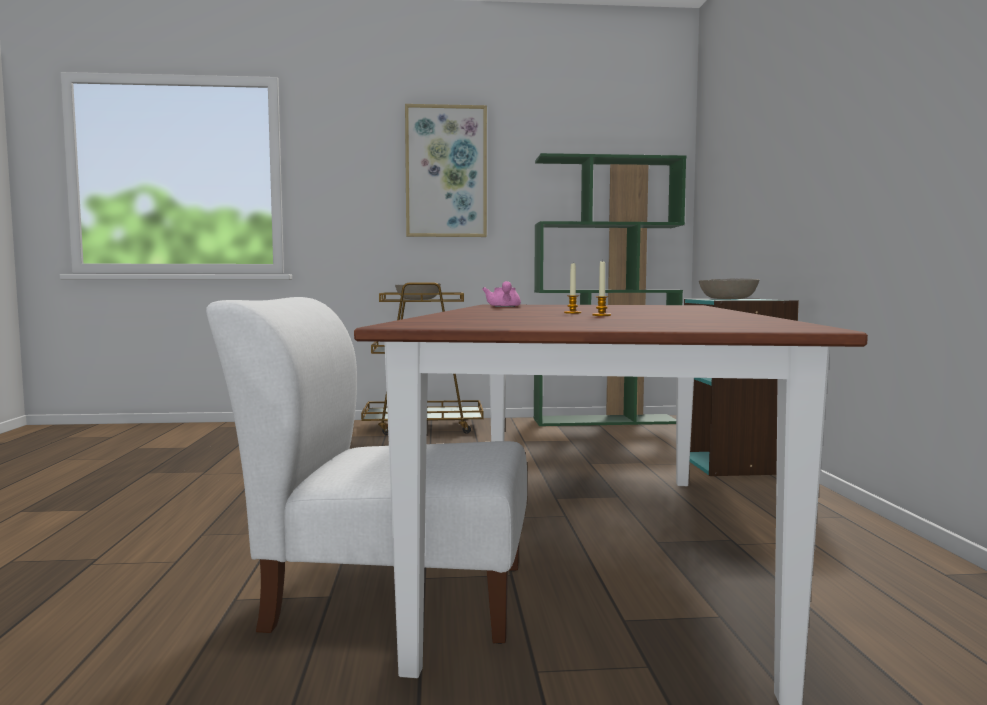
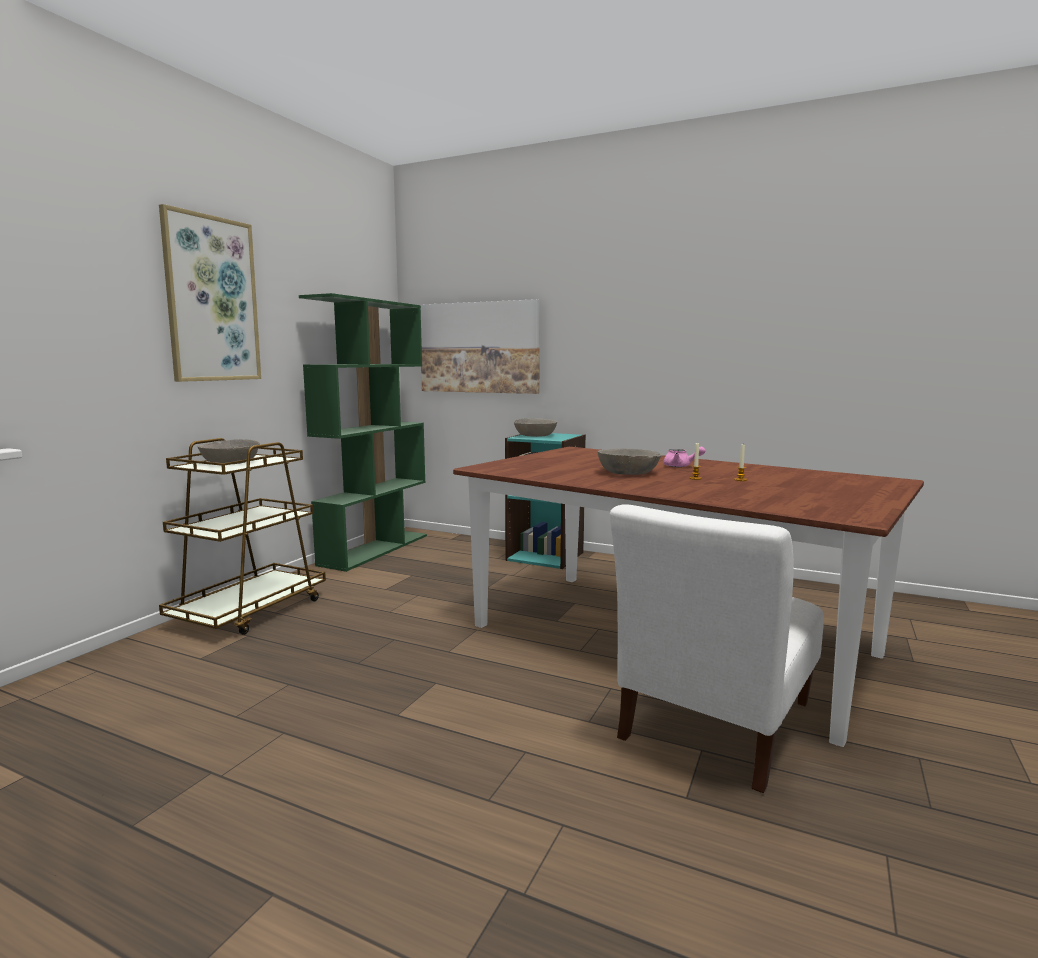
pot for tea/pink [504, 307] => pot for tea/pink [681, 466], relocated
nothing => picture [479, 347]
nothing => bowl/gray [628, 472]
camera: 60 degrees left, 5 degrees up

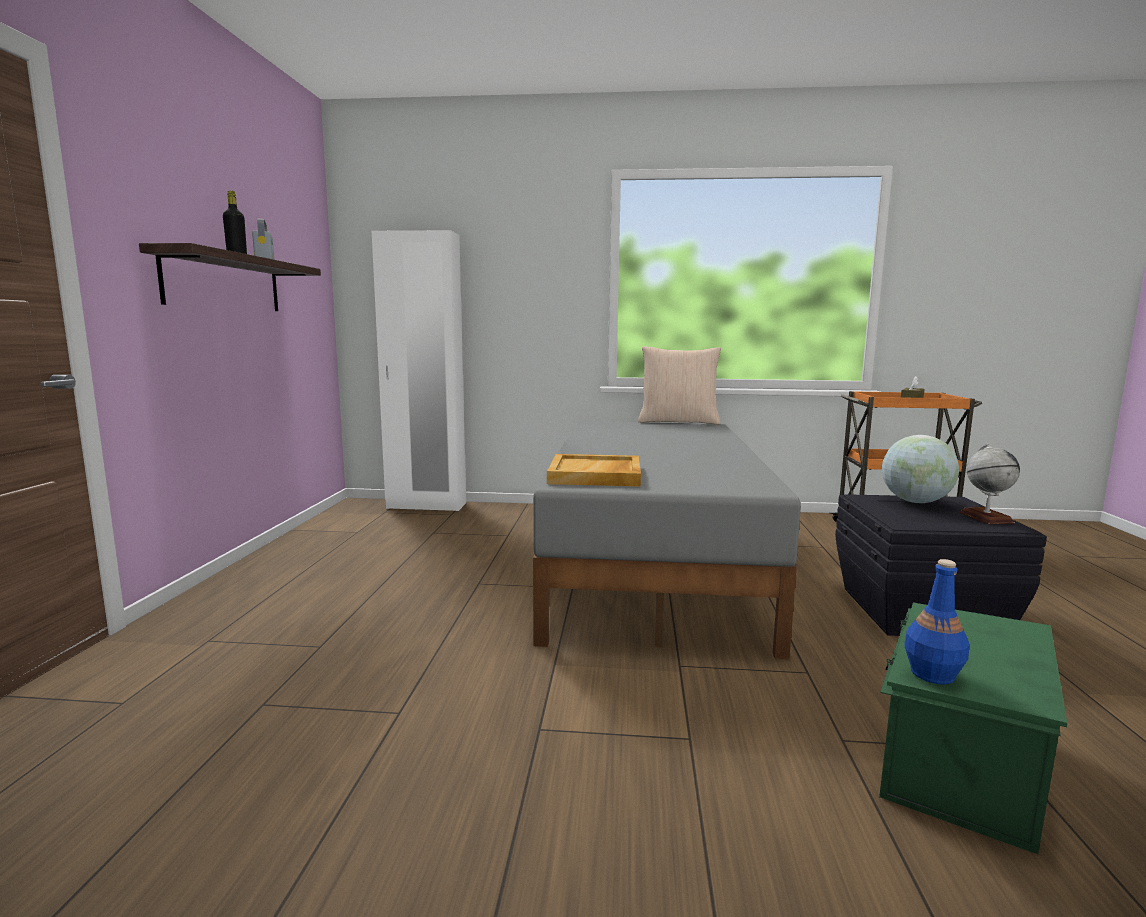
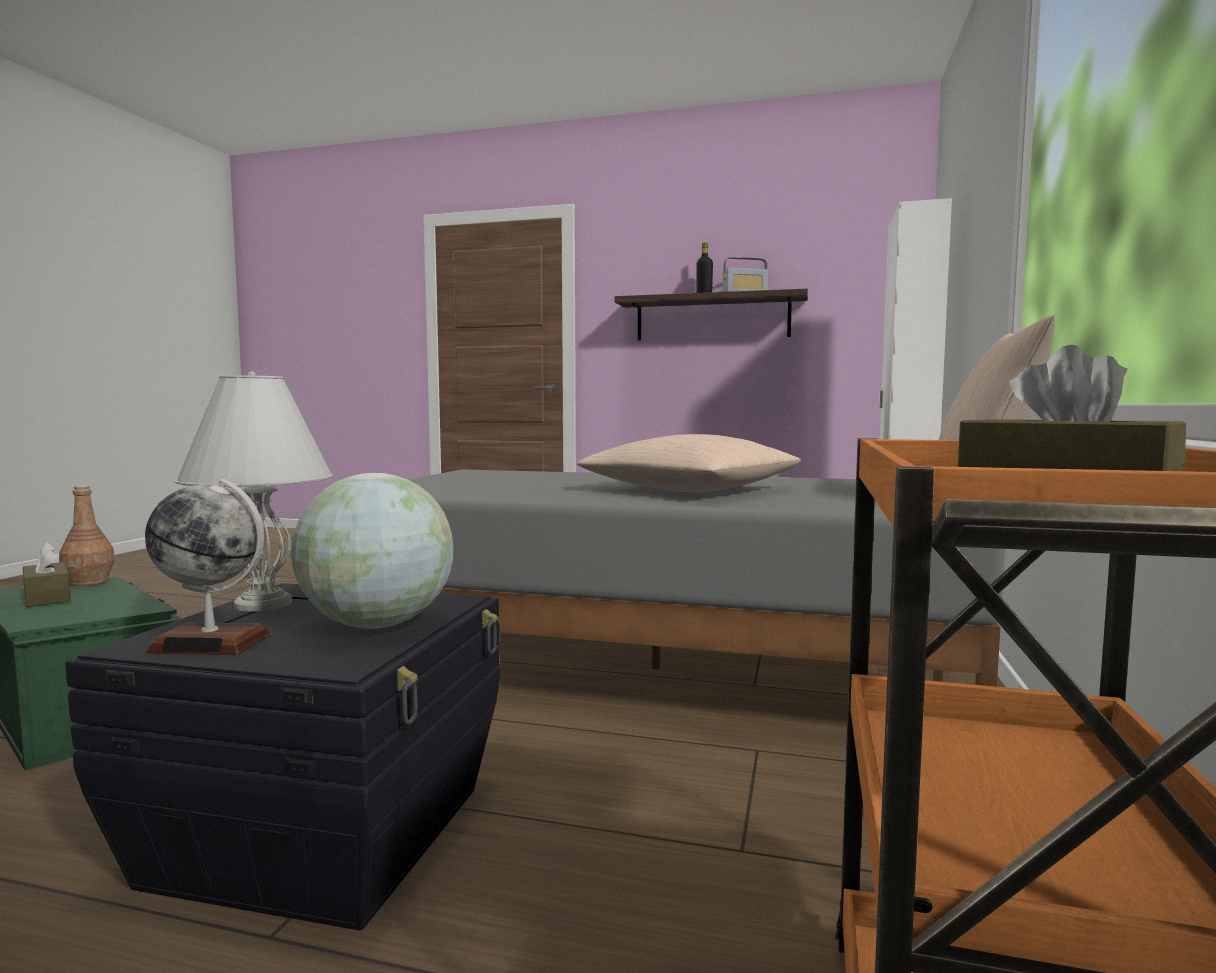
tray/beige-coloured [596, 475] => nothing
bottle/blue [931, 674] => bottle/brown-coloured [89, 582]
nothing => tissue box/brown-coloured [47, 597]
nothing => lamp for a table/white-coloured [264, 603]
nothing => throw pillow/beige-coloured [689, 490]
camera: 100 degrees right, 5 degrees down

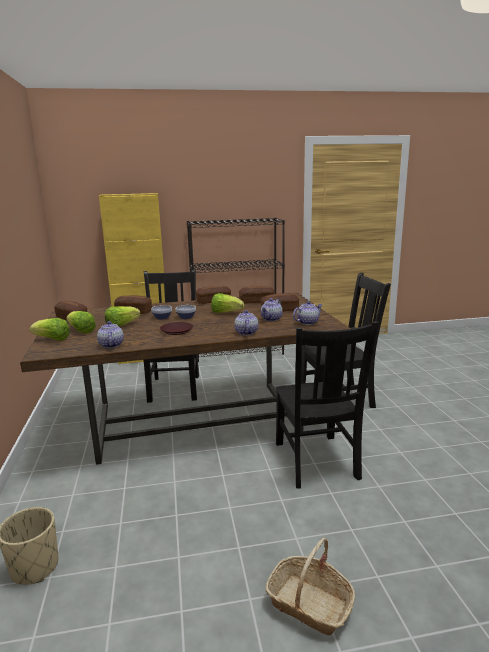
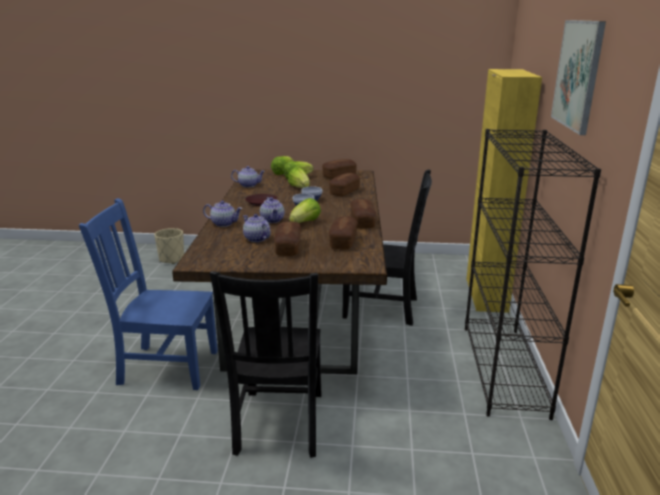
storage basket [309, 604] => nothing
upright chair/black-coloured [316, 462] => upright chair/blue [165, 366]
pot for tea [307, 322] => pot for tea [272, 220], relocated
nothing => picture [578, 74]
camera: 105 degrees right, 5 degrees up

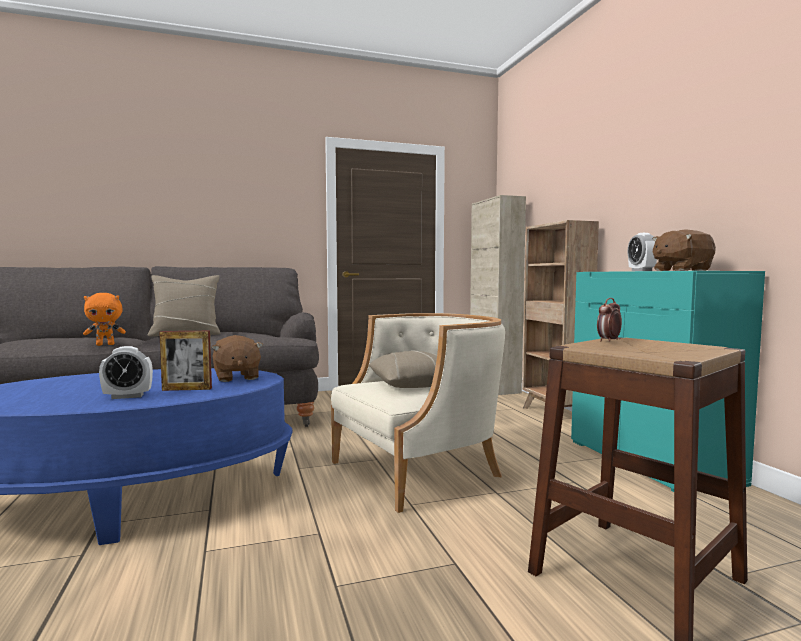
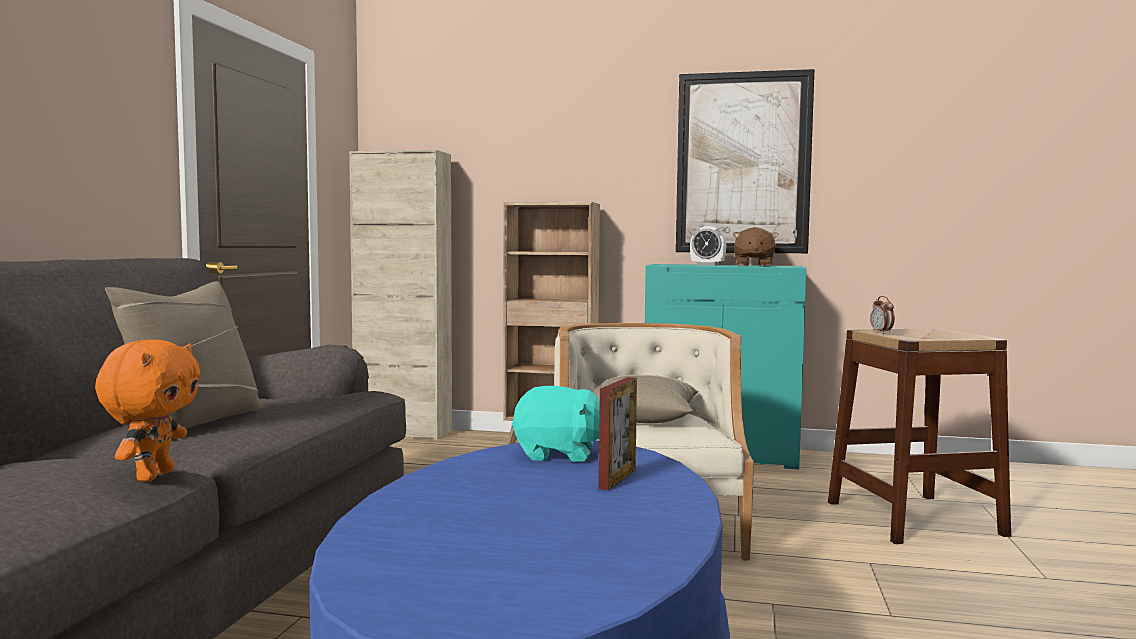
alarm clock [127, 396] => nothing
plush toy/brown-coloured [236, 377] => plush toy/blue-green [560, 455]
nothing => picture [743, 163]
camera: 60 degrees left, 0 degrees up

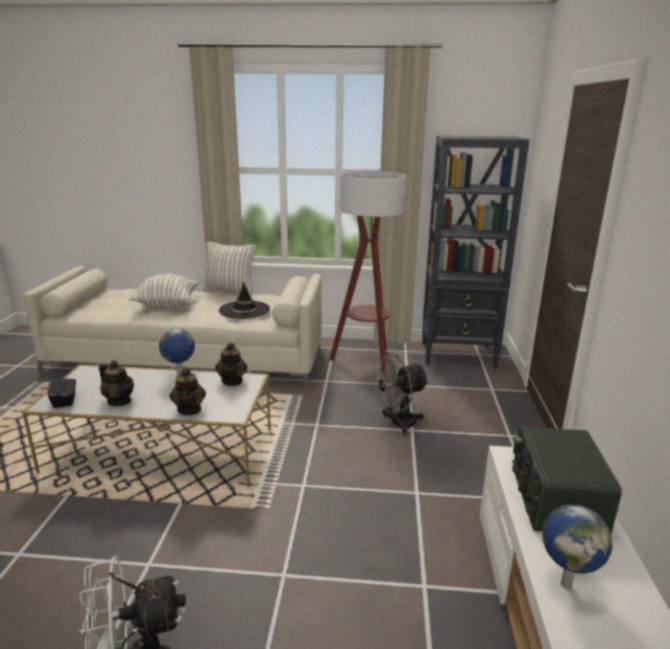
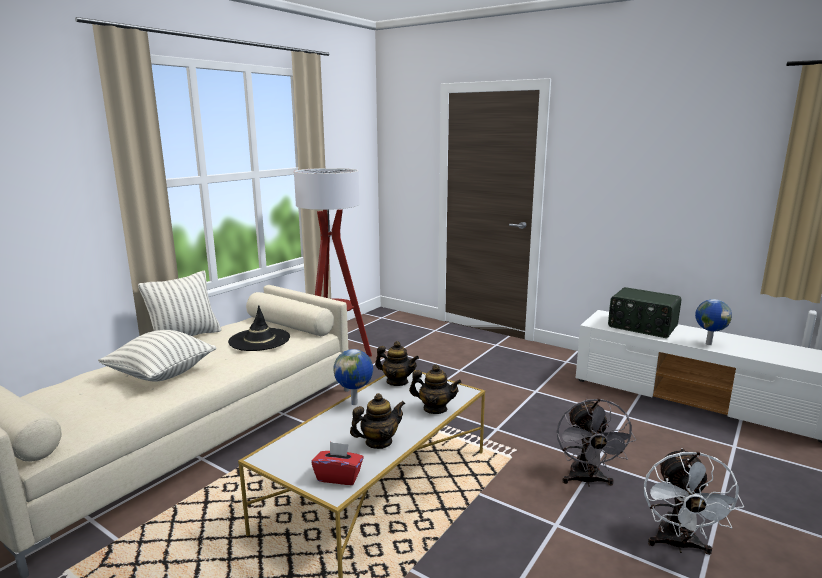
tissue box/black-coloured [65, 400] => tissue box/red-coloured [338, 477]
cooling fan/gray [397, 424] => cooling fan/gray [586, 480], relocated
bookcase/black-coloured [458, 355] => nothing
camera: 60 degrees left, 5 degrees down

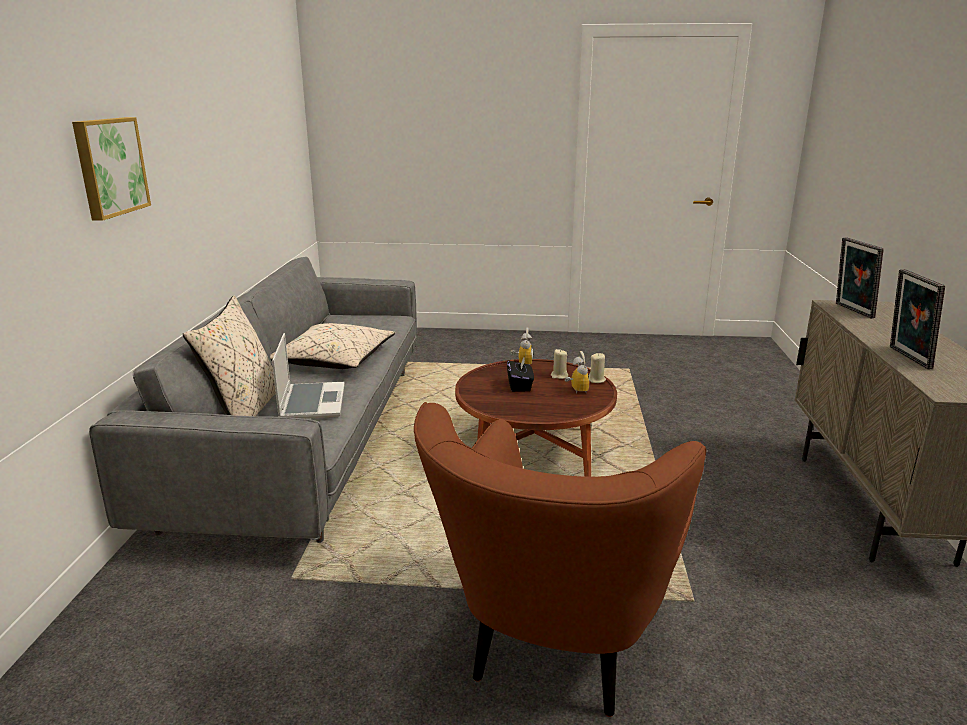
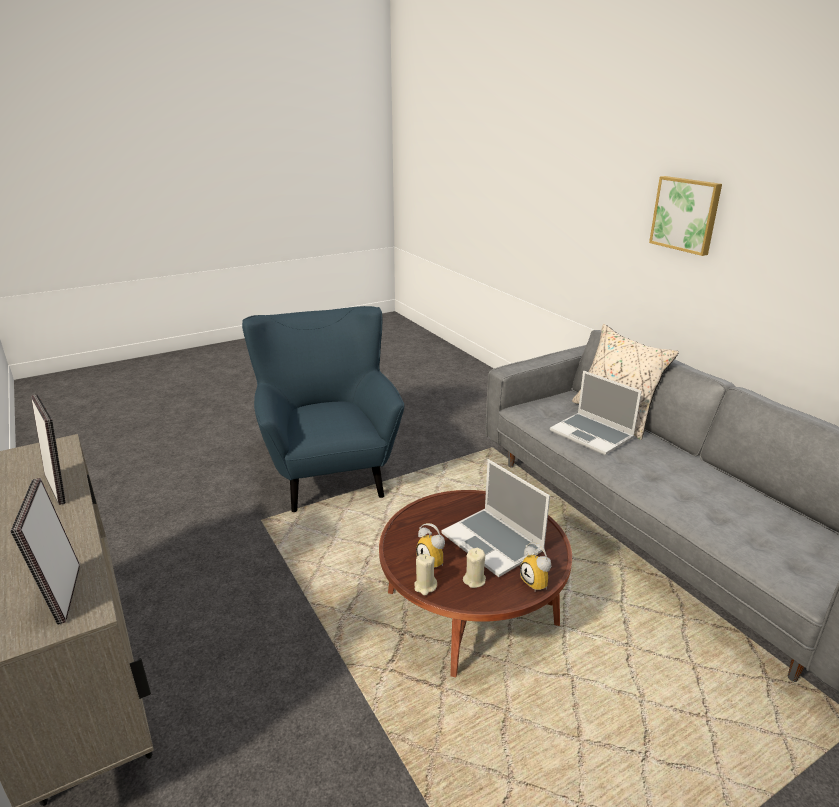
throw pillow/beige-coloured [334, 361] => nothing
armchair/brown-coloured [557, 645] => armchair/blue [329, 472]
tissue box/black-coloured [520, 385] => notebook computer [494, 543]
picture frame [851, 311] => picture frame [63, 594], 150 degrees counterclockwise
camera: 145 degrees right, 5 degrees up

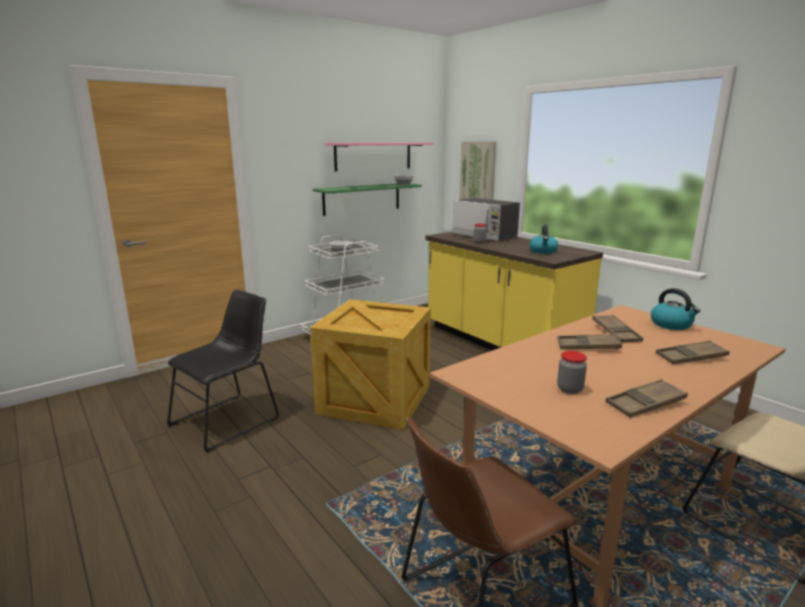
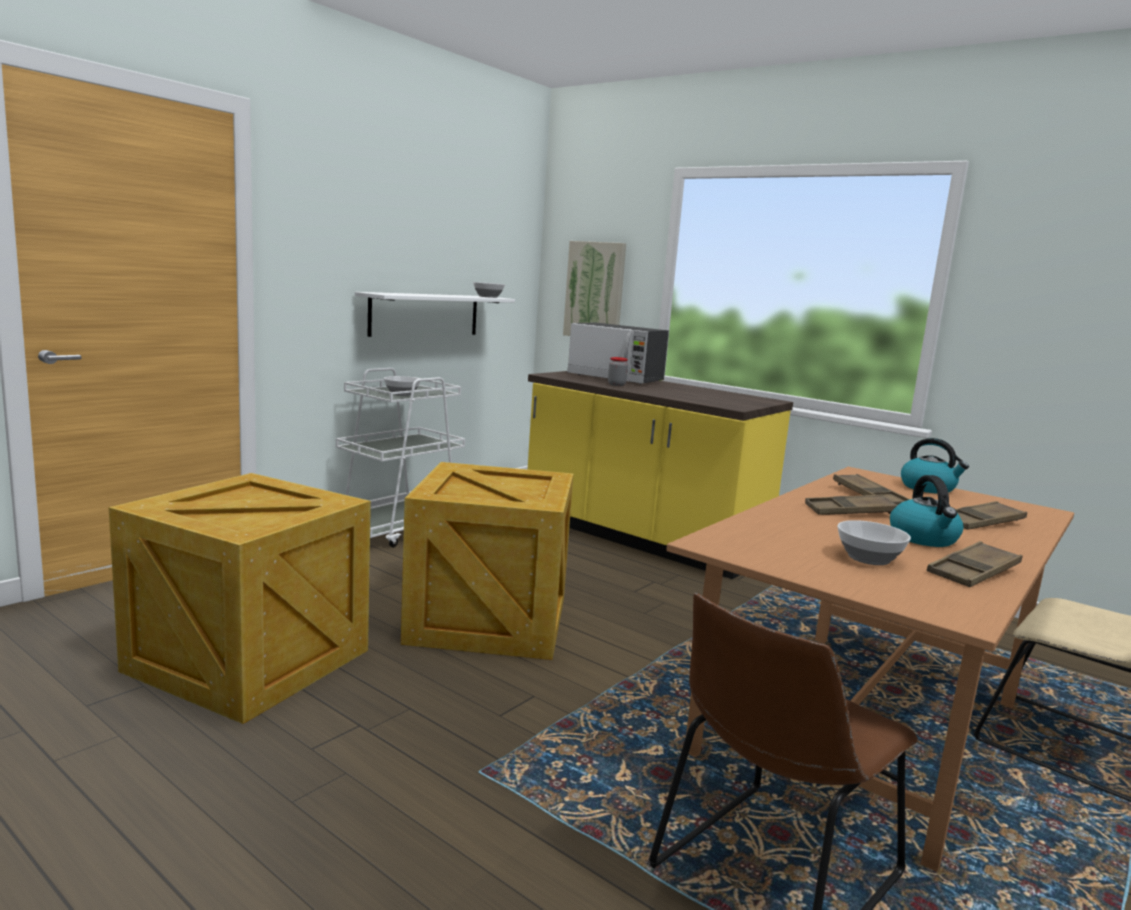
upright chair/black-coloured [229, 420] => shipping crate [253, 660]
bracket shelf/greenish [362, 198] => bracket shelf/white-coloured [425, 314]
bracket shelf/pink [373, 156] => nothing
tea kettle [543, 251] => tea kettle [924, 538], relocated
storage jar [569, 389] => bowl [870, 559]
camera: 15 degrees left, 5 degrees down

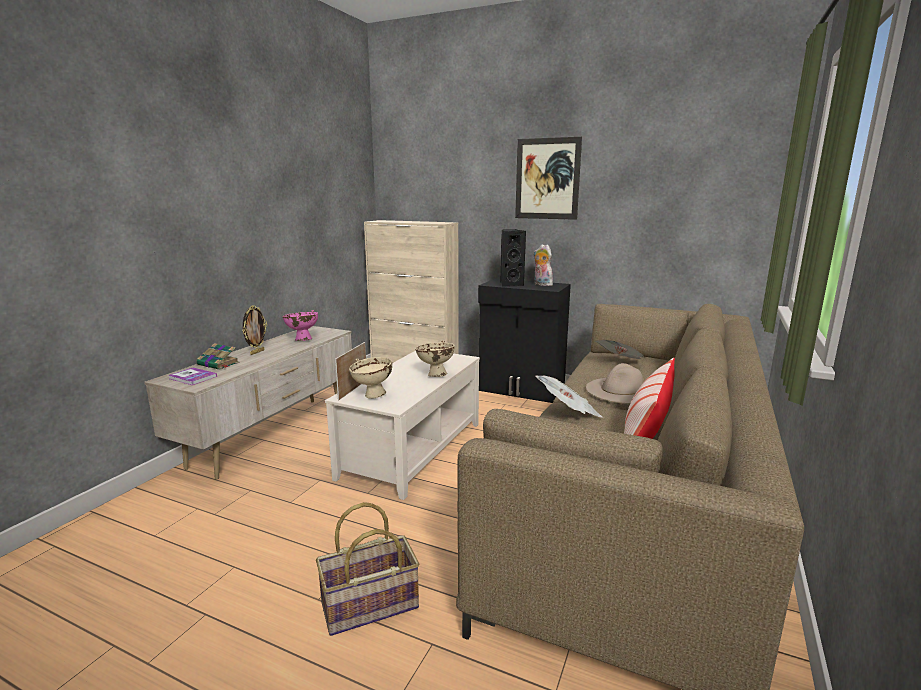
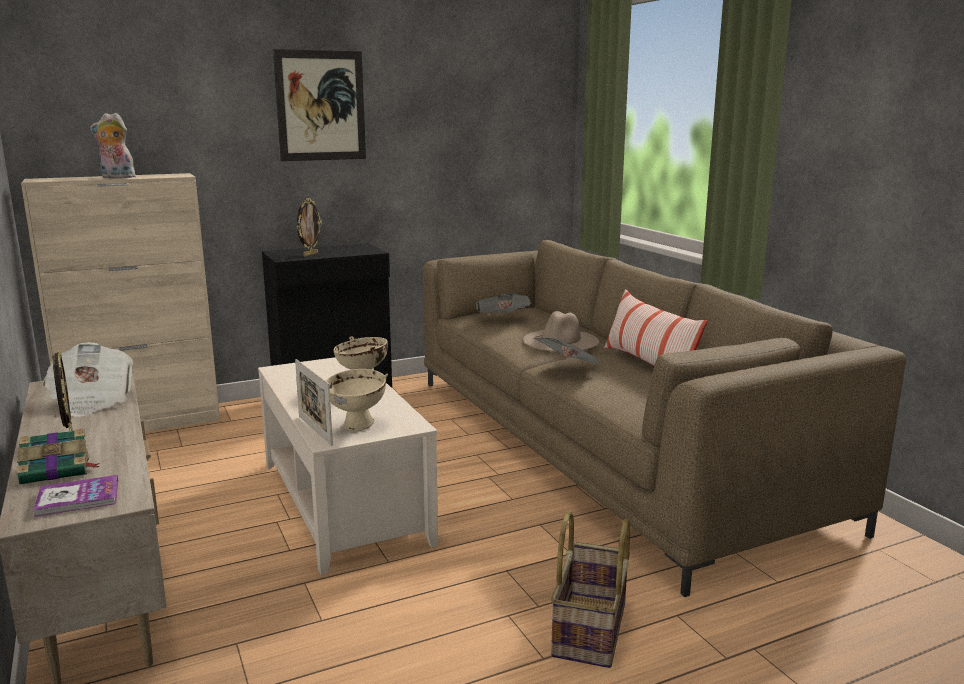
bowl/pink [302, 340] => newspaper [92, 401]
speaker/black-coloured [510, 284] => picture frame [310, 254]
plush toy [541, 284] => plush toy [116, 178], relocated
camera: 50 degrees left, 0 degrees up

